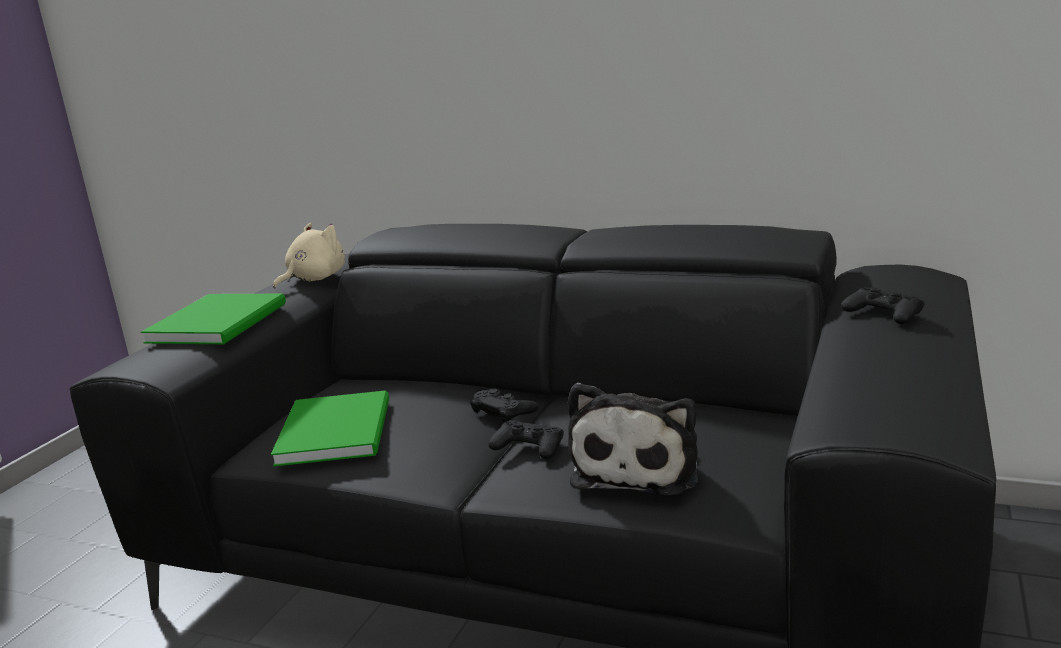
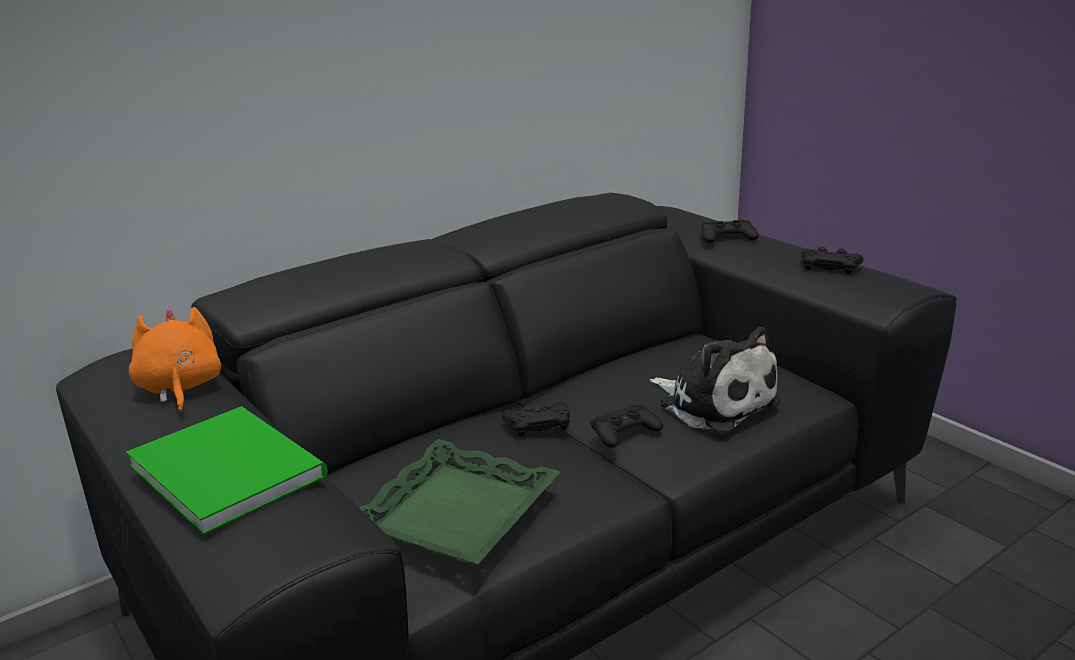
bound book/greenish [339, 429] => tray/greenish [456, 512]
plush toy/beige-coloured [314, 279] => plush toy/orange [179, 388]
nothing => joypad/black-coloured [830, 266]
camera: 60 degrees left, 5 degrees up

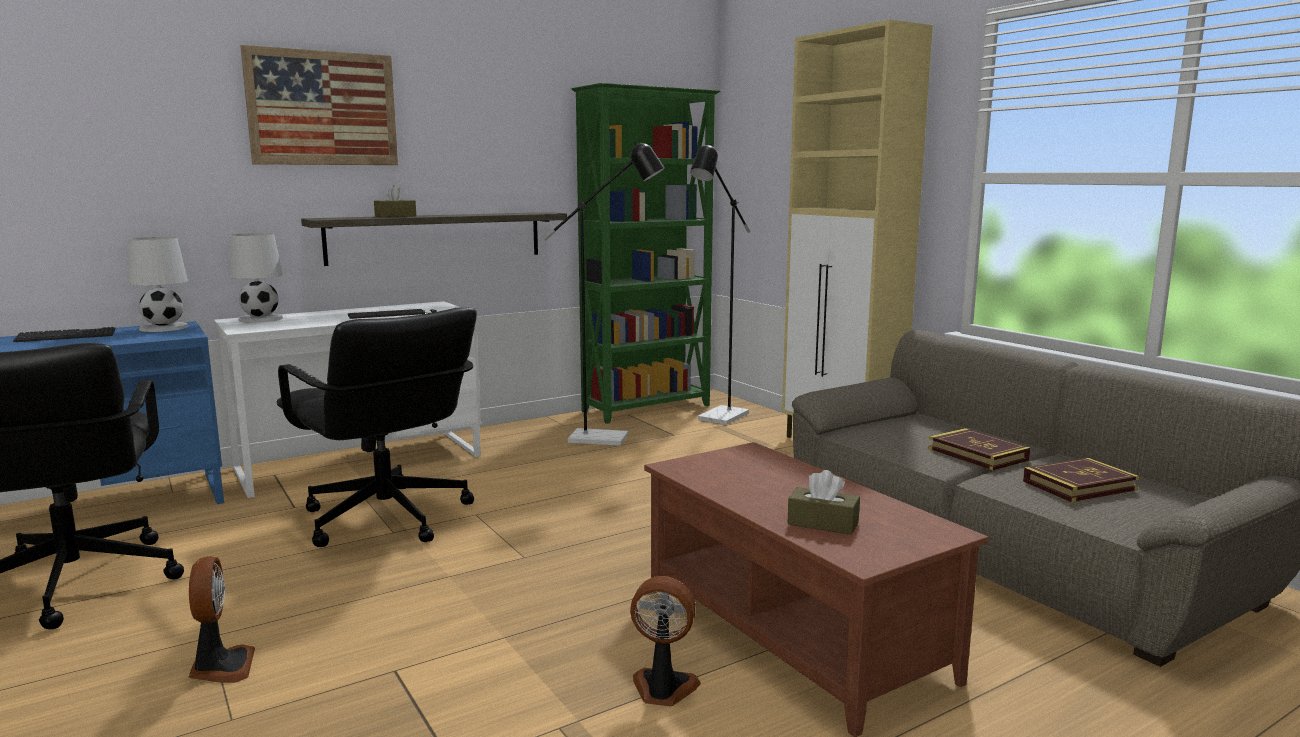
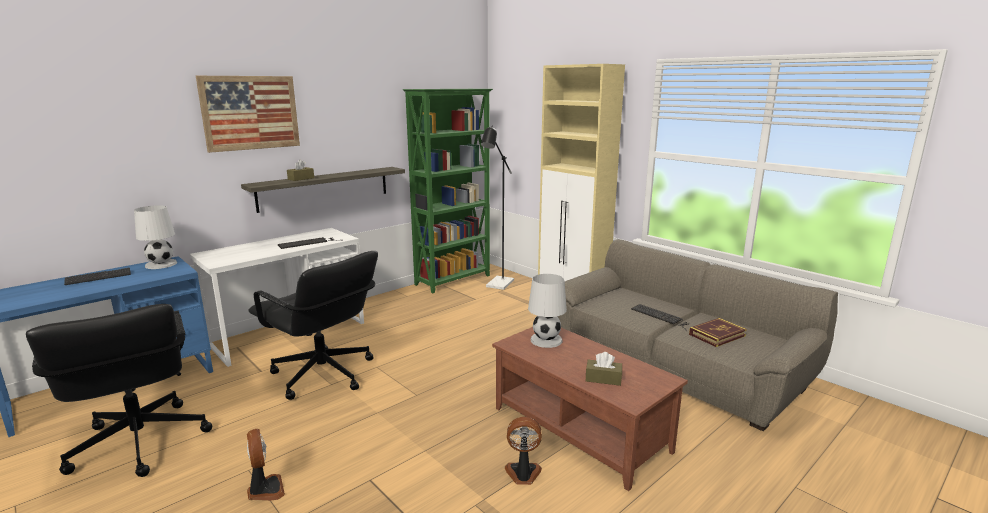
lamp for a table/white-coloured [260, 319] => lamp for a table/white-coloured [546, 340], relocated
standing lamp/black-coloured [609, 439] => nothing
bound book [977, 454] => PC keyboard [661, 316]
camera: 10 degrees left, 5 degrees up

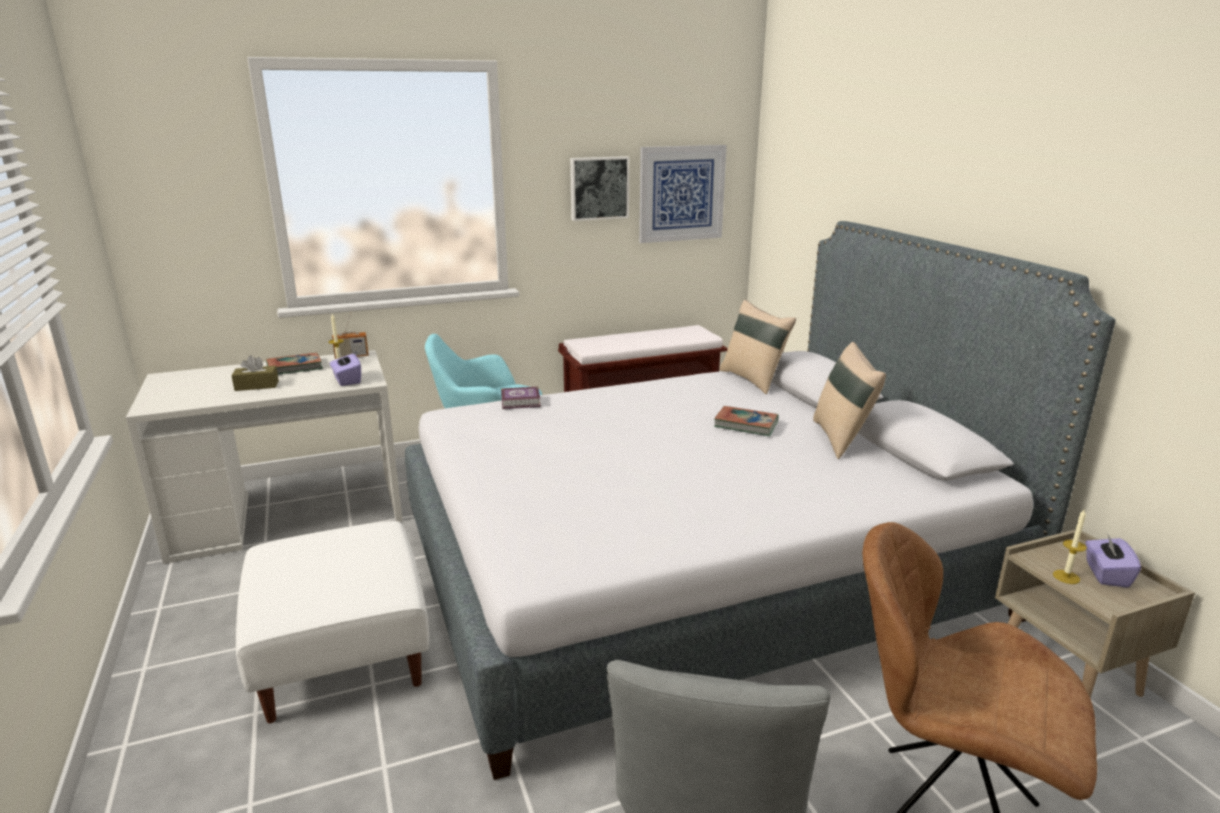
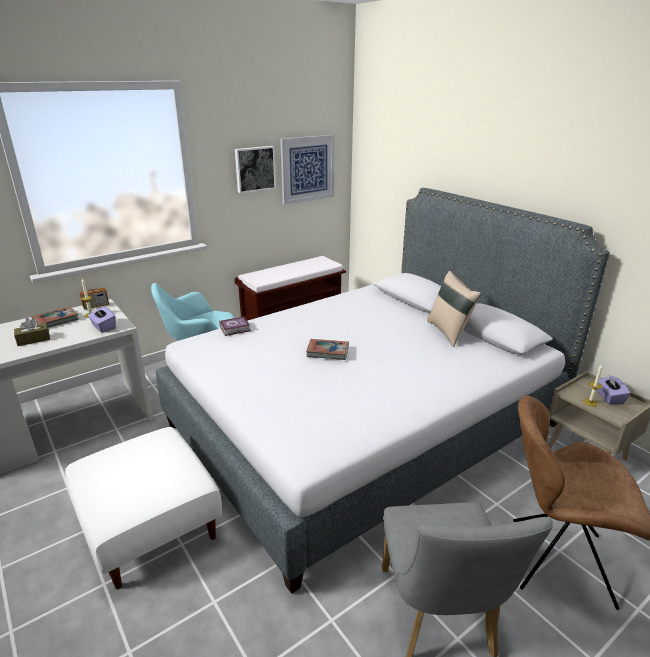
bound book [746, 425] => bound book [327, 352], relocated
throw pillow/beige-coloured [753, 379] => nothing
camera: 15 degrees left, 5 degrees up

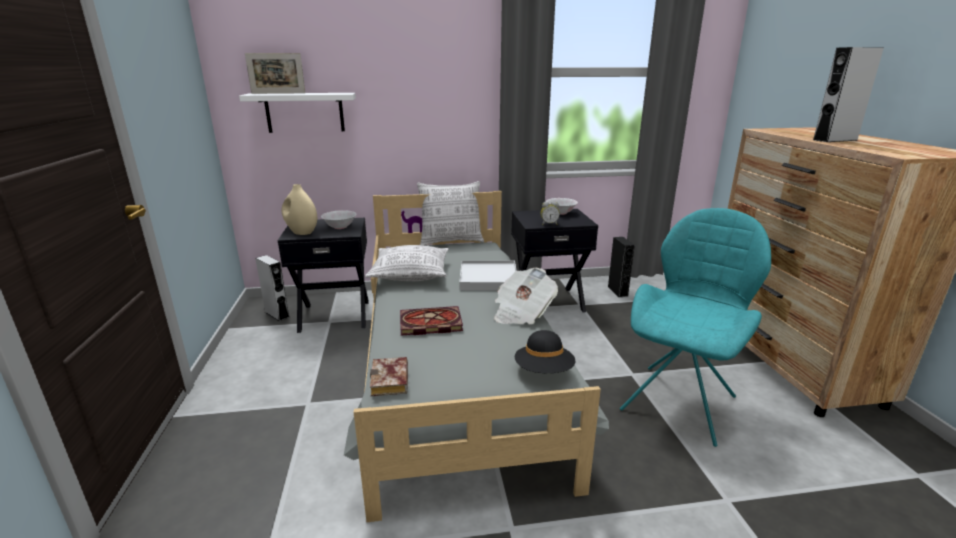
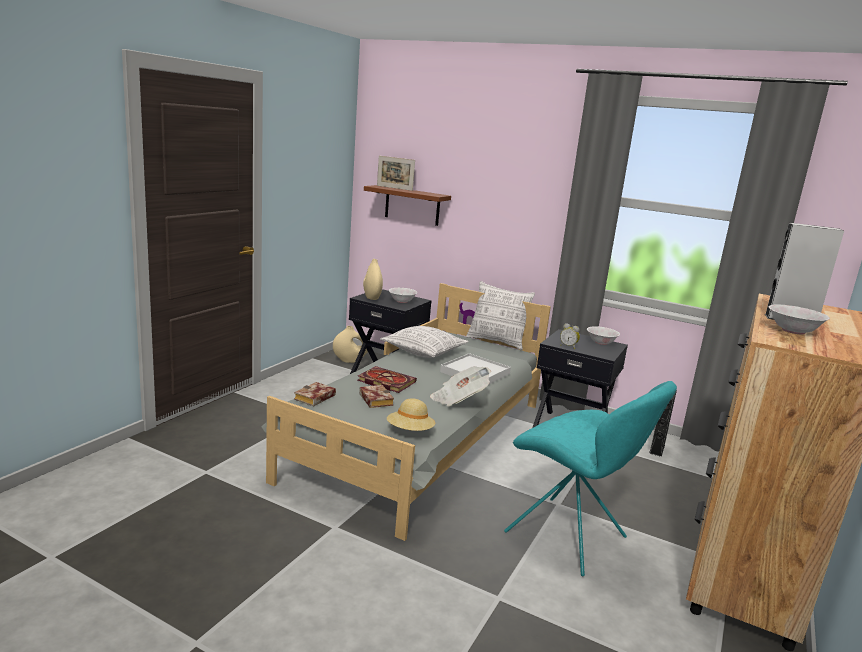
bracket shelf/white-coloured [305, 112] => bracket shelf/brown-coloured [412, 205]
speaker/gray [277, 314] => decorative vase/beige-coloured [350, 360]
hat/black-coloured [544, 371] => hat/beige-coloured [410, 431]
upright chair/blue-green [680, 401] => upright chair/blue-green [569, 537], 60 degrees clockwise
nothing => bound book [374, 399]
nothing => bowl/white-coloured [793, 331]
camera: 35 degrees right, 5 degrees down

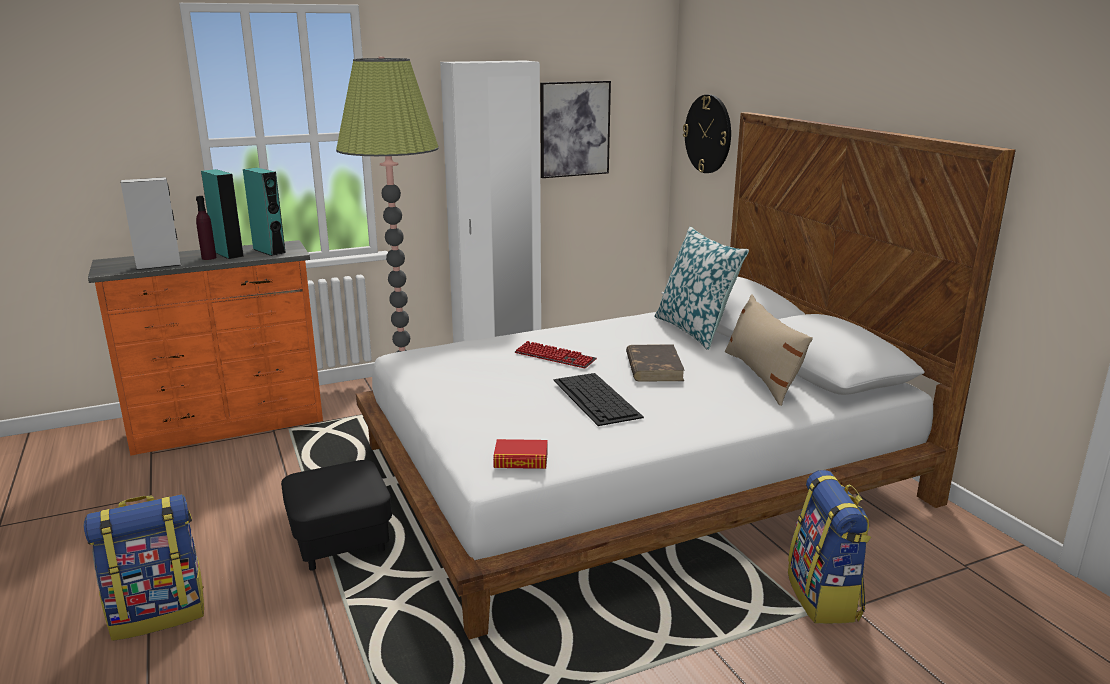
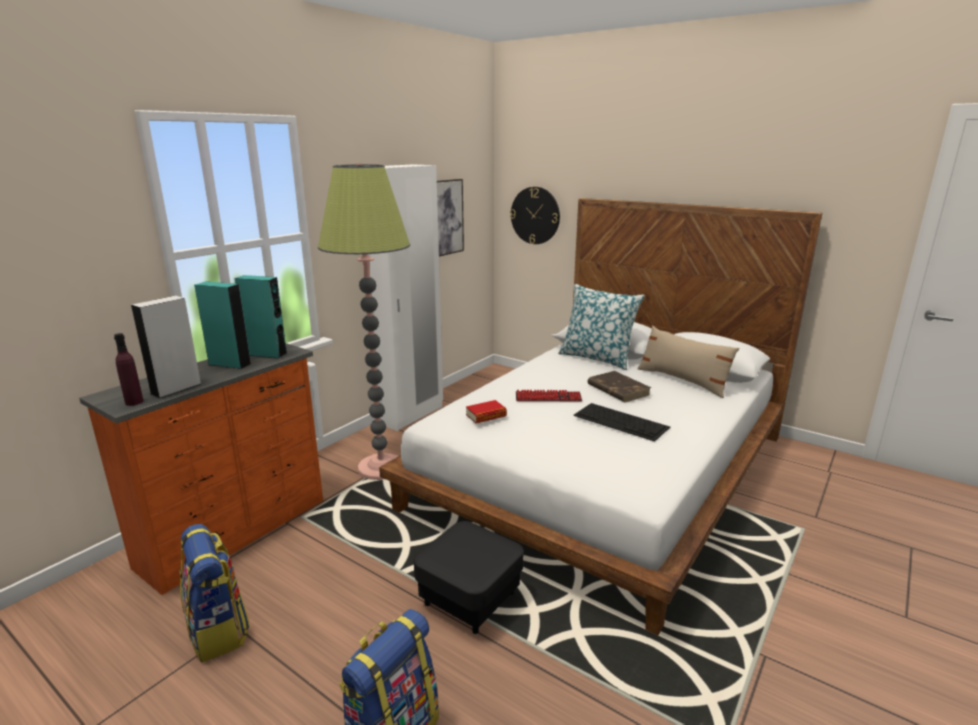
bottle/purple-coloured [209, 258] => bottle/purple-coloured [134, 402], relocated
bound book [521, 460] => bound book [486, 415], relocated
rucksack [824, 597] => rucksack [219, 630], relocated
camera: 30 degrees left, 0 degrees up

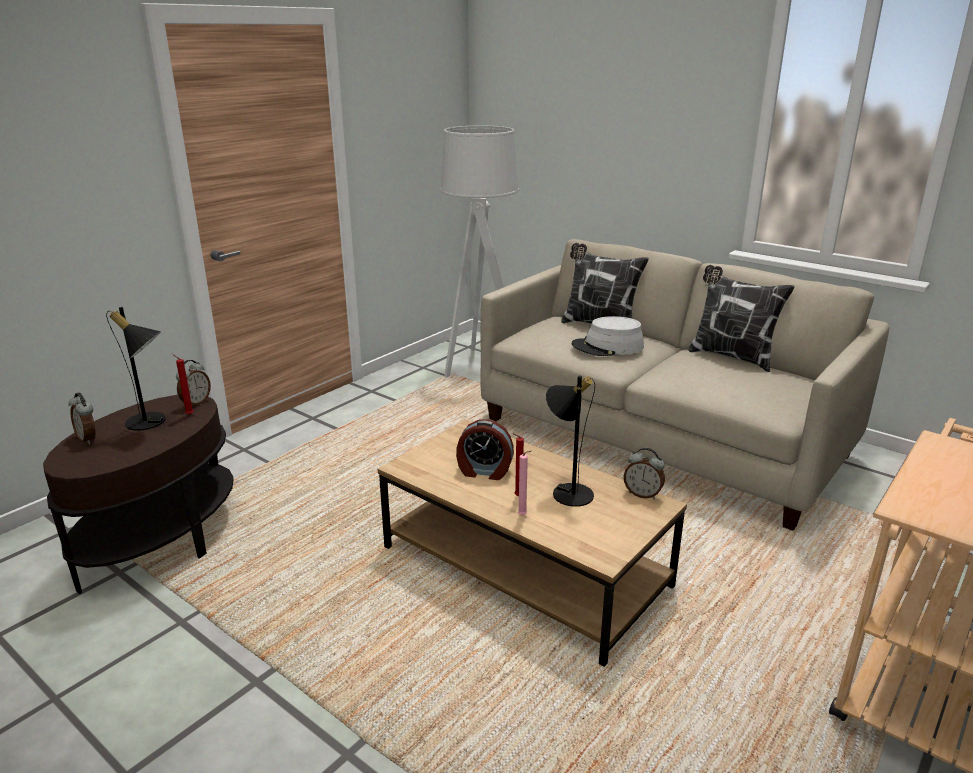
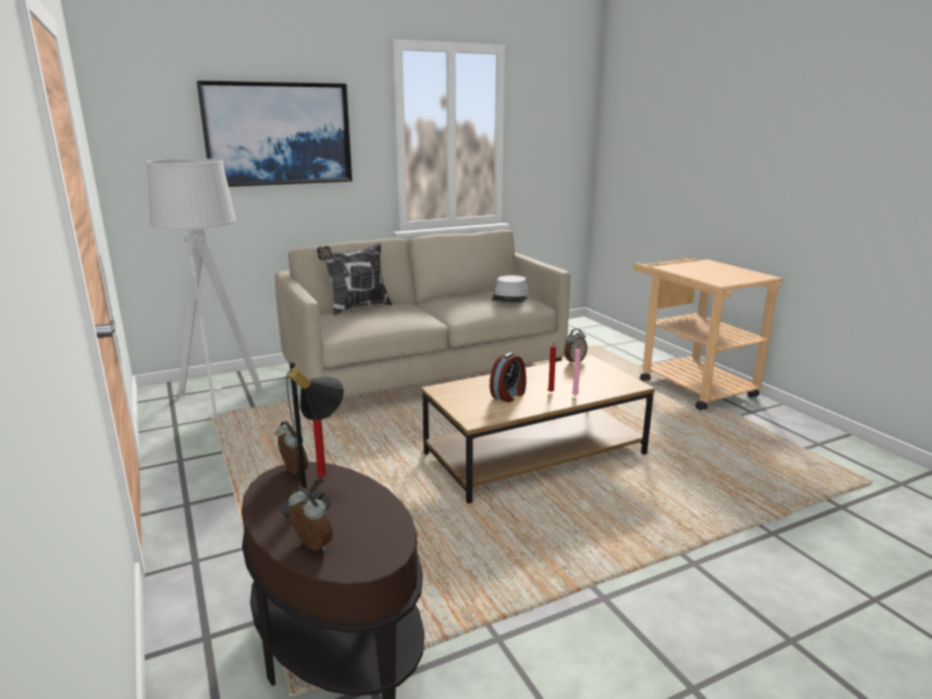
alarm clock [88, 439] => alarm clock [311, 546], 120 degrees counterclockwise
lamp for a table/black-coloured [568, 490] => nothing
hat/gray [607, 347] => hat/gray [510, 297], relocated
throw pillow [731, 356] => nothing
nothing => picture [278, 134]
camera: 65 degrees left, 5 degrees down

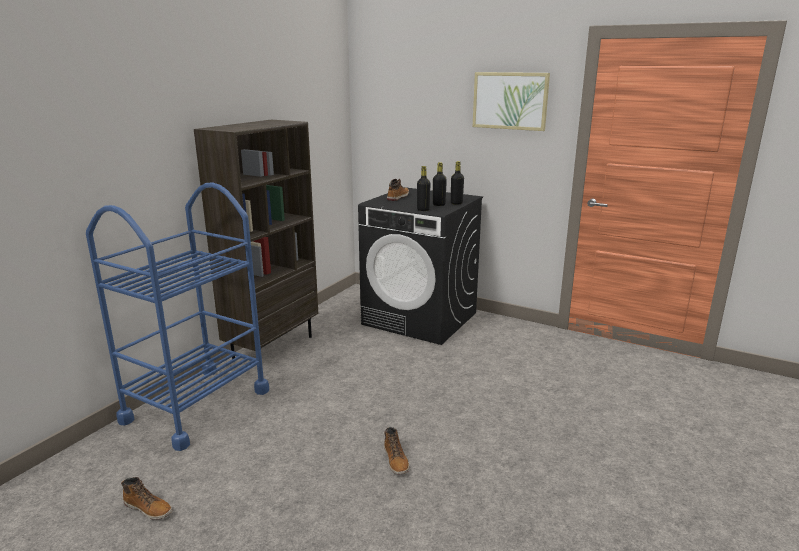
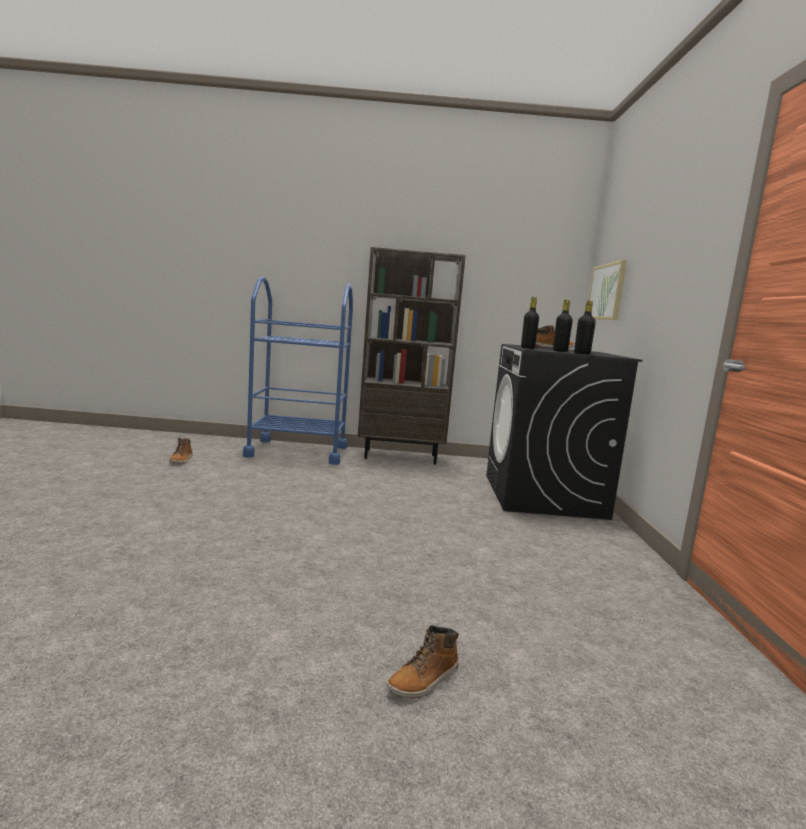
high-top boot [396, 460] => high-top boot [424, 680], relocated
picture [510, 101] => picture [607, 292], relocated
camera: 60 degrees right, 10 degrees down

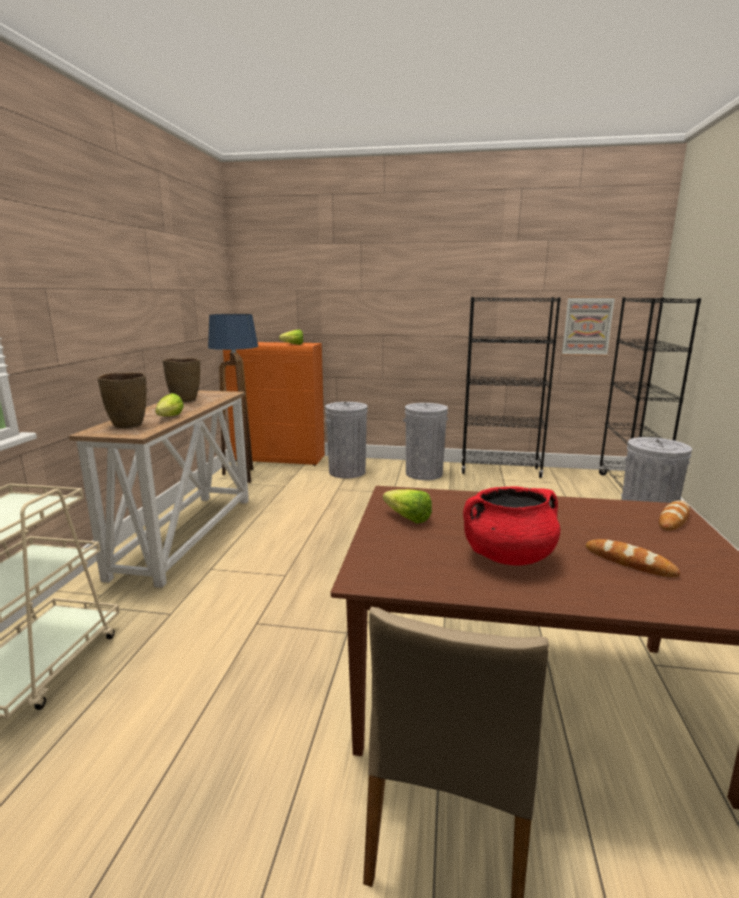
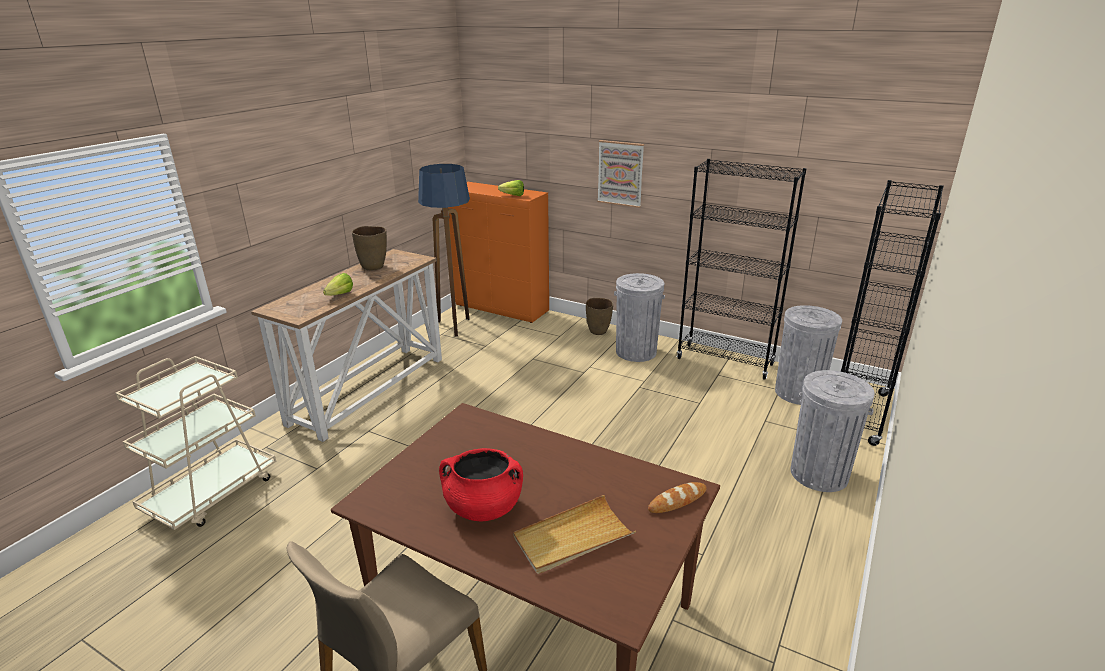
decorative vase/brown-coloured [129, 425] => decorative vase/brown-coloured [598, 331], relocated
waste bin/gray [347, 472] => waste bin/gray [798, 392], relocated
lettuce [405, 517] => nothing
picture [587, 326] => picture [620, 173], relocated
bread [629, 562] => tray/beige-coloured [573, 537]
camera: 20 degrees right, 10 degrees up

